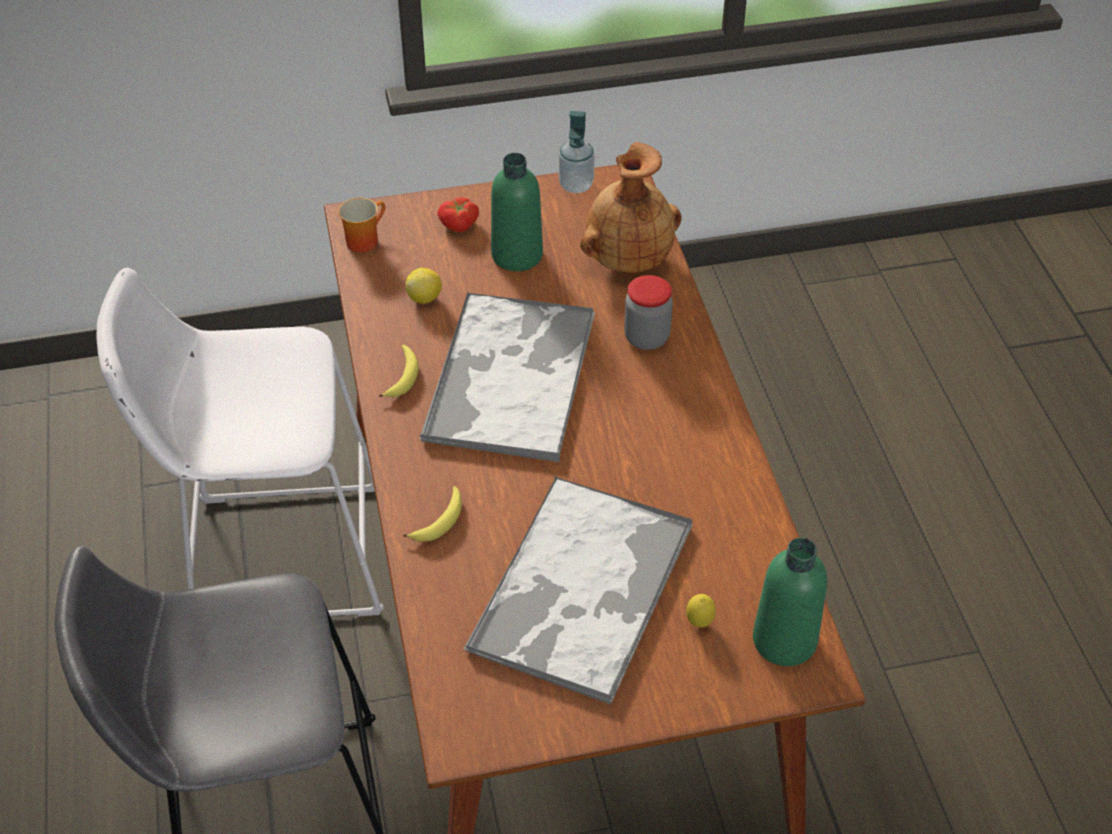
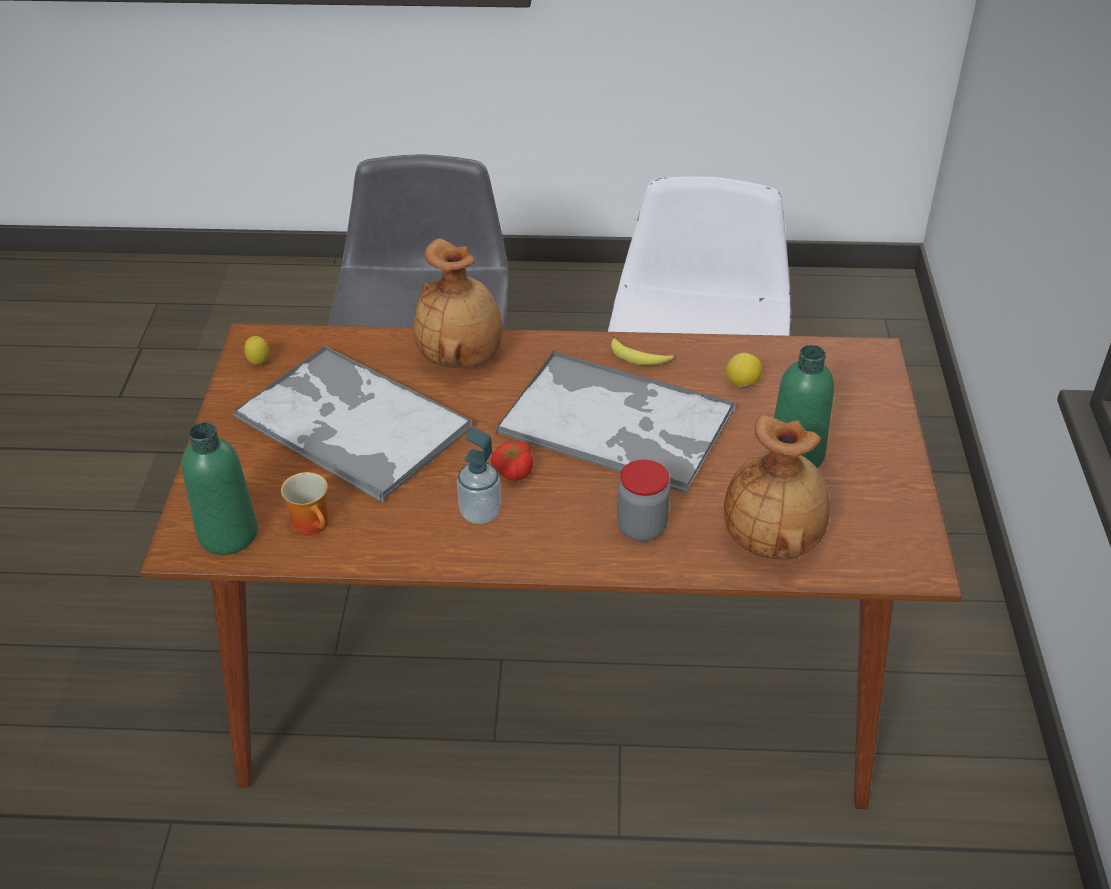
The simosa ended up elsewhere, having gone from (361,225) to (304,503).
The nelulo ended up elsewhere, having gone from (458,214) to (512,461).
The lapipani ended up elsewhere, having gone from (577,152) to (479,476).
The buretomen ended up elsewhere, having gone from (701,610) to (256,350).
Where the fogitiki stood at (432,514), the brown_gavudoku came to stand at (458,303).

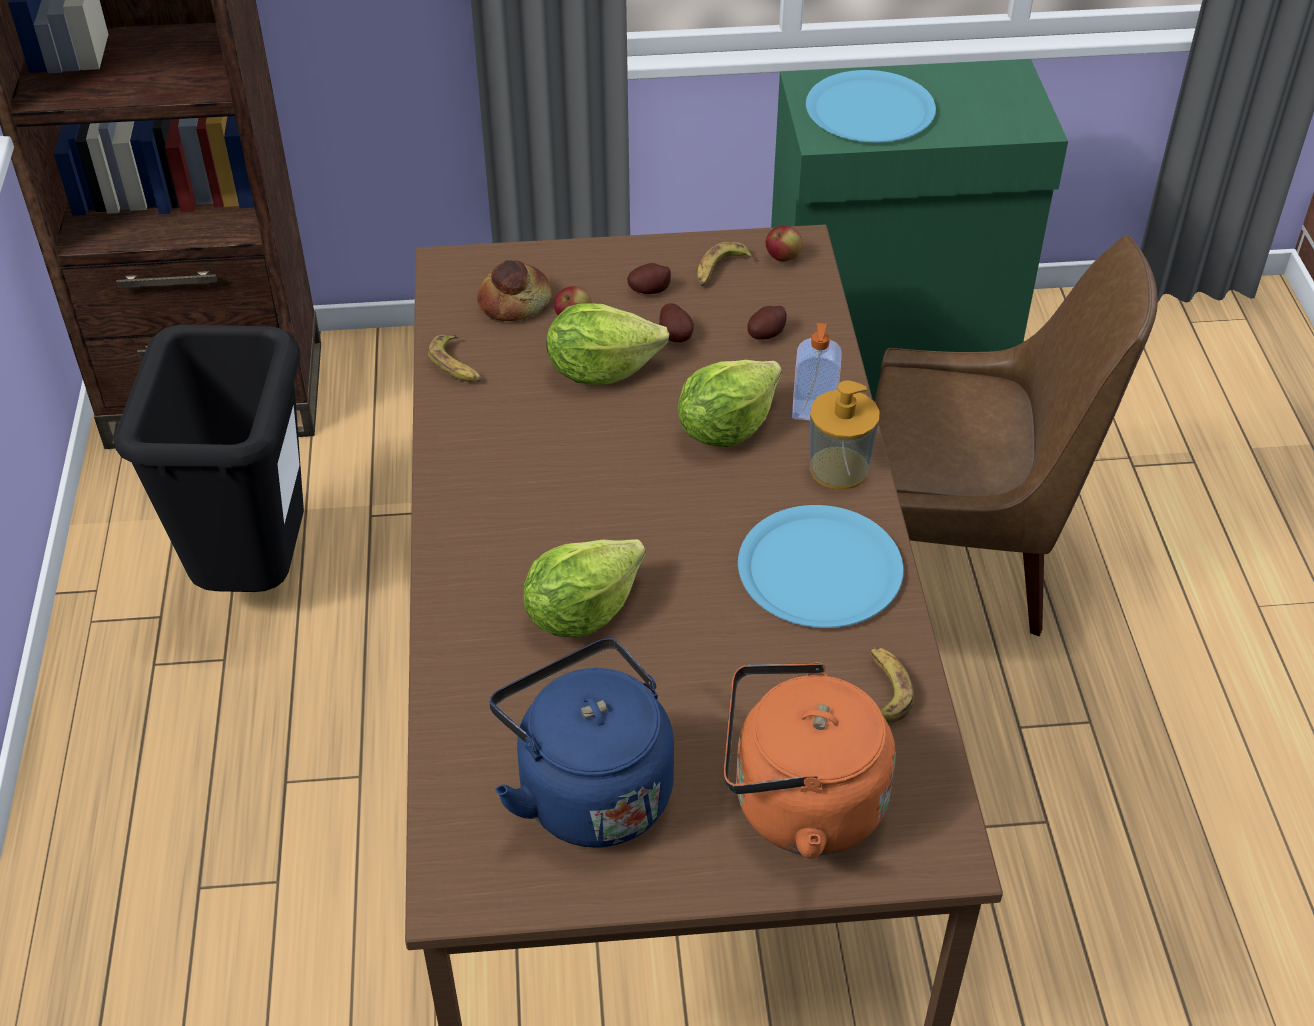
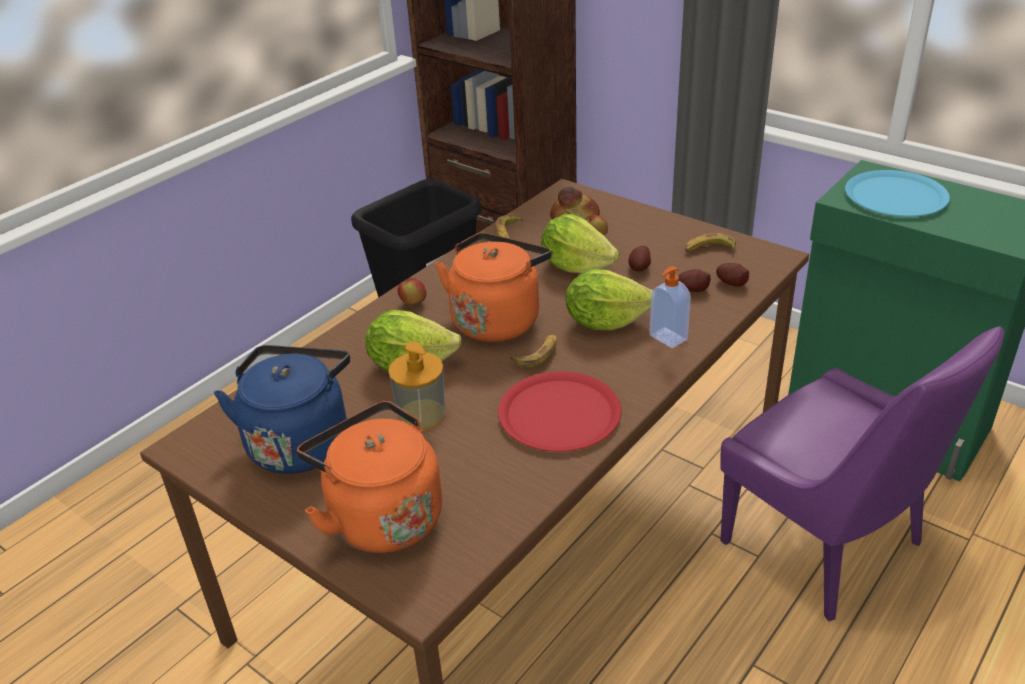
The second view gained the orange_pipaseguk at (494,287).
The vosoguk ended up elsewhere, having gone from (649,278) to (732,274).
The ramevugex ended up elsewhere, having gone from (784,244) to (412,291).
The lapipani ended up elsewhere, having gone from (845,435) to (416,386).
The fogitiki ended up elsewhere, having gone from (892,685) to (533,352).
What was the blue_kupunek at (821,566) turned into the red_kupunek at (559,411).
What was the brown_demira at (1016,436) turned into the purple_demira at (862,473).

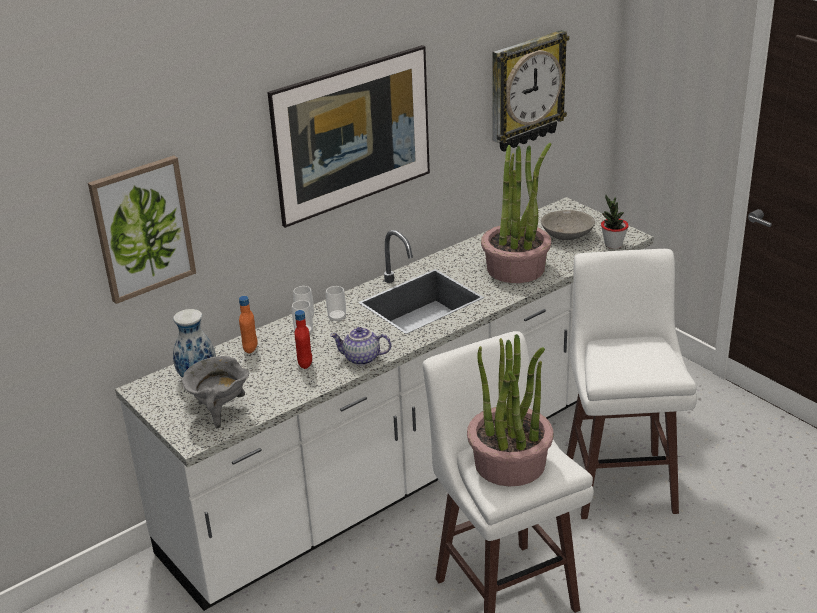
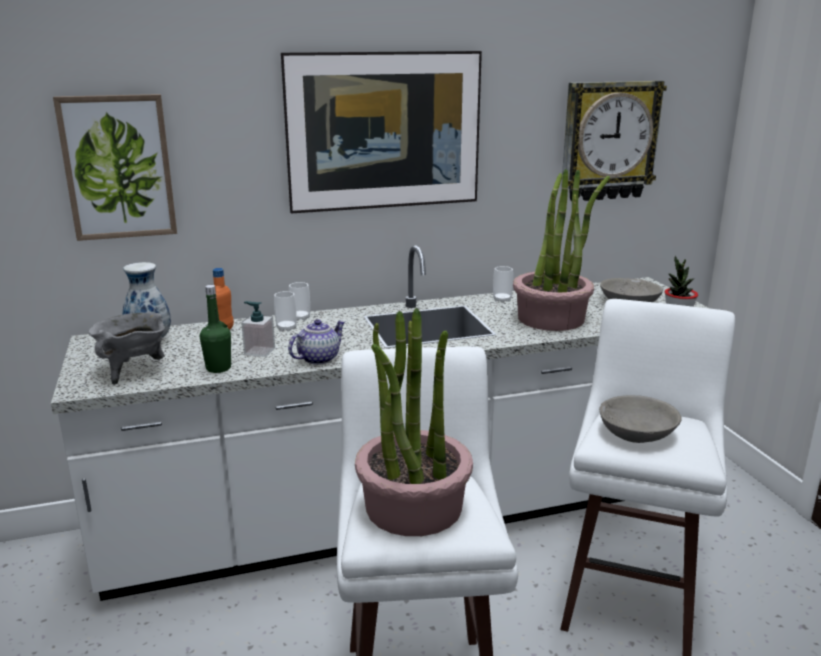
The second view gained the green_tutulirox at (215,329).
The second view gained the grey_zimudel at (640,419).
The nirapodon ended up elsewhere, having gone from (336,304) to (503,284).
Where the red_tutulirox stood at (303,339), the lapipani came to stand at (258,329).
The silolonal at (360,346) ended up facing another way, 105 degrees clockwise from before.

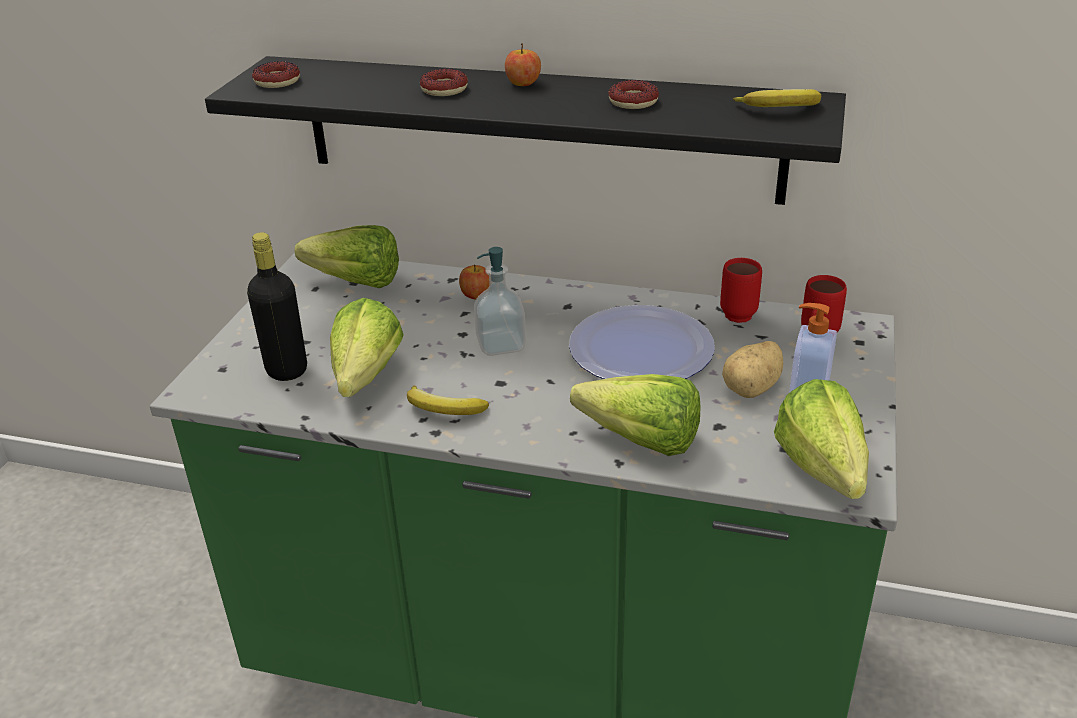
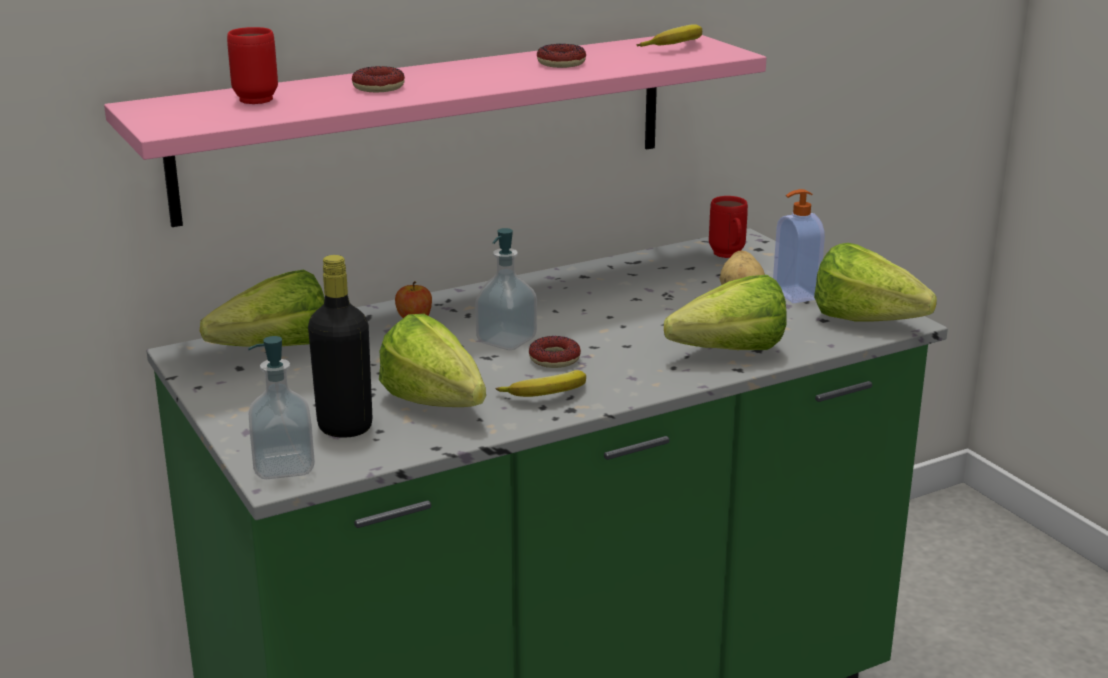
The second view lost the ramevugex at (523,64).
The second view lost the kupunek at (642,342).
The second view gained the lapipani at (281,407).
The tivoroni ended up elsewhere, having gone from (276,74) to (555,352).
The red_simosa ended up elsewhere, having gone from (741,290) to (252,65).
What was the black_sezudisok at (525,130) turned into the pink_sezudisok at (435,131).

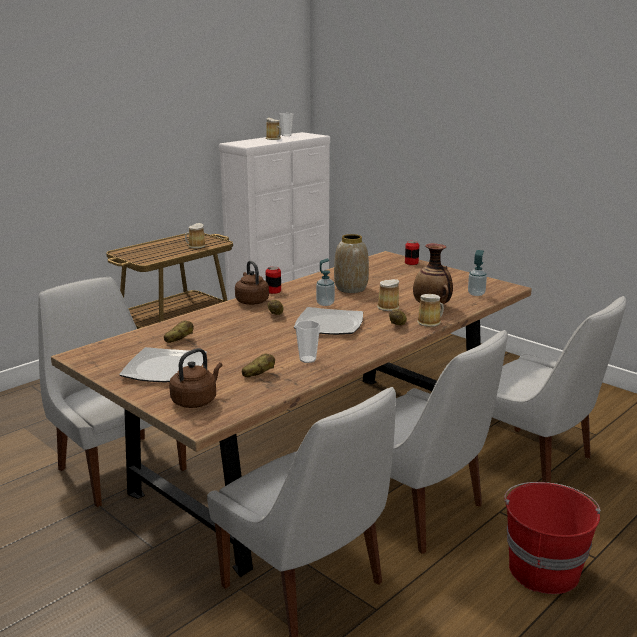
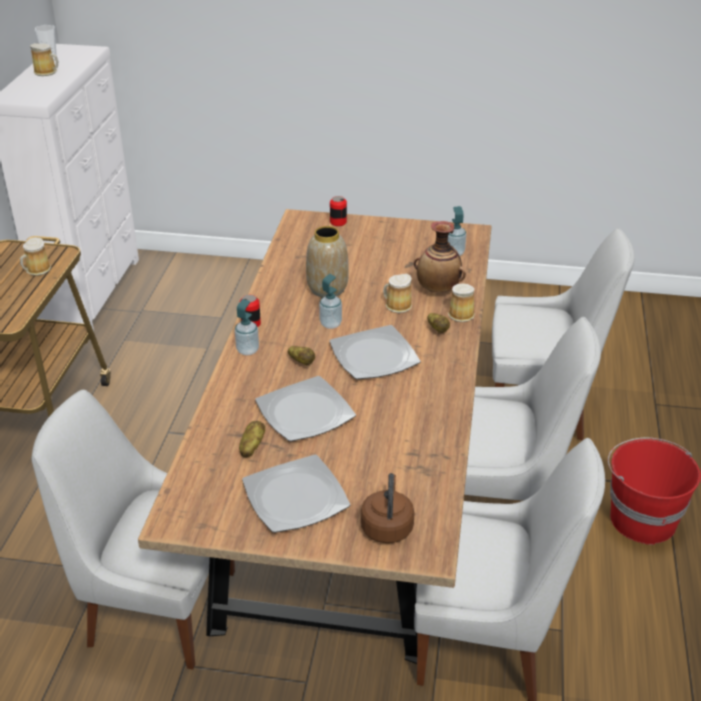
The second view lost the vosoguk at (258,365).
The second view lost the nirapodon at (307,341).
The second view gained the kupunek at (305,408).
Where the brown_pipaseguk stood at (252,282), the lapipani came to stand at (247,327).

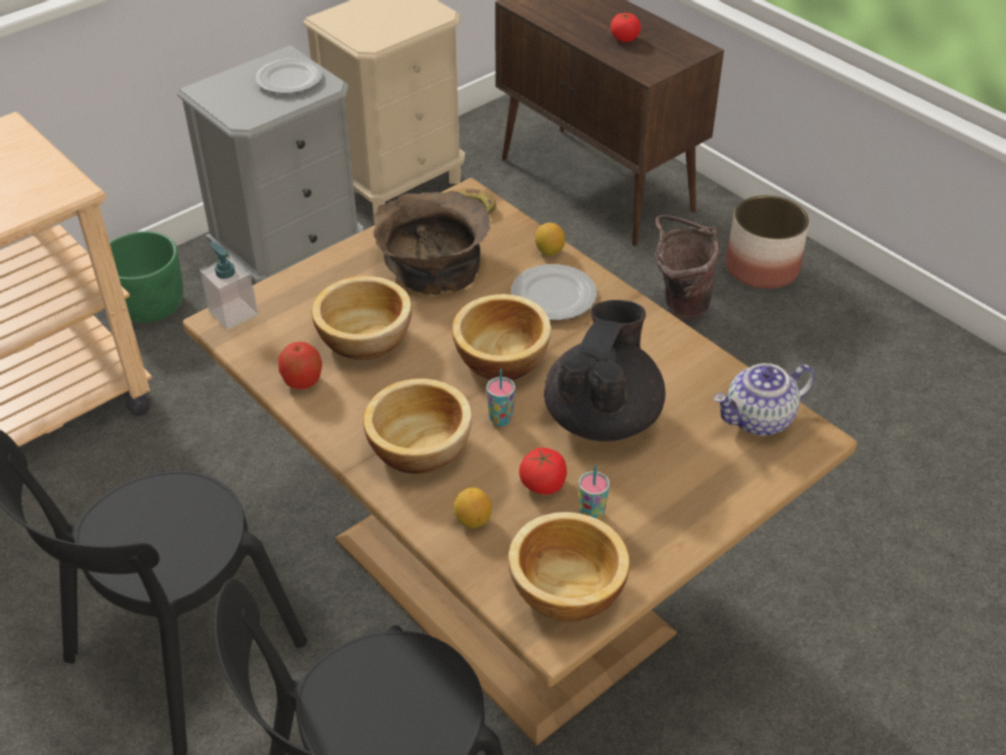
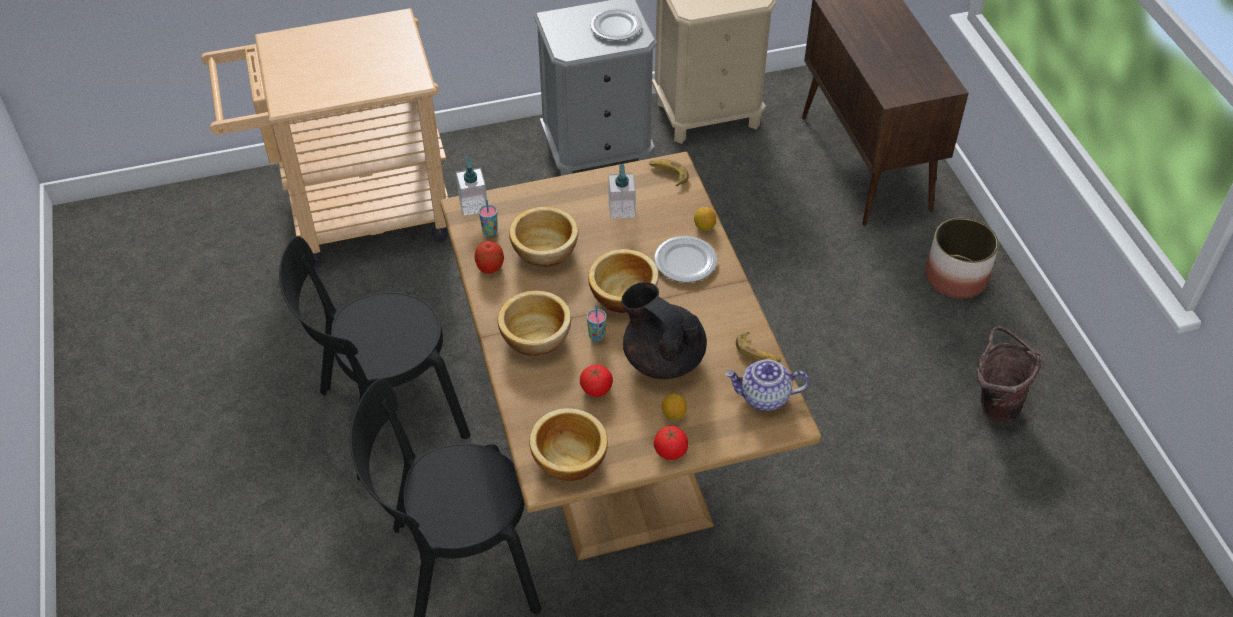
The second view lost the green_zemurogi at (146,277).
The second view gained the fogitiki at (758,347).
The buretomen ended up elsewhere, having gone from (473,507) to (674,406).
The nirapodon ended up elsewhere, having gone from (594,492) to (488,218).
The nelulo ended up elsewhere, having gone from (626,27) to (671,443).
The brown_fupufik ended up elsewhere, having gone from (687,267) to (1009,375).
Where the brown_zimudel stood at (431,243), the lapipani came to stand at (622,191).
The black_silolonal at (604,370) ended up facing another way, 90 degrees counterclockwise from before.

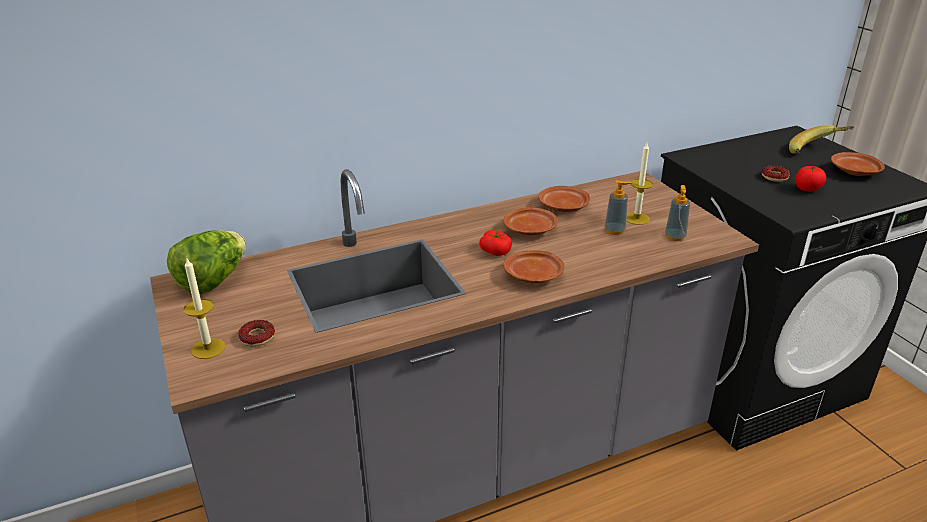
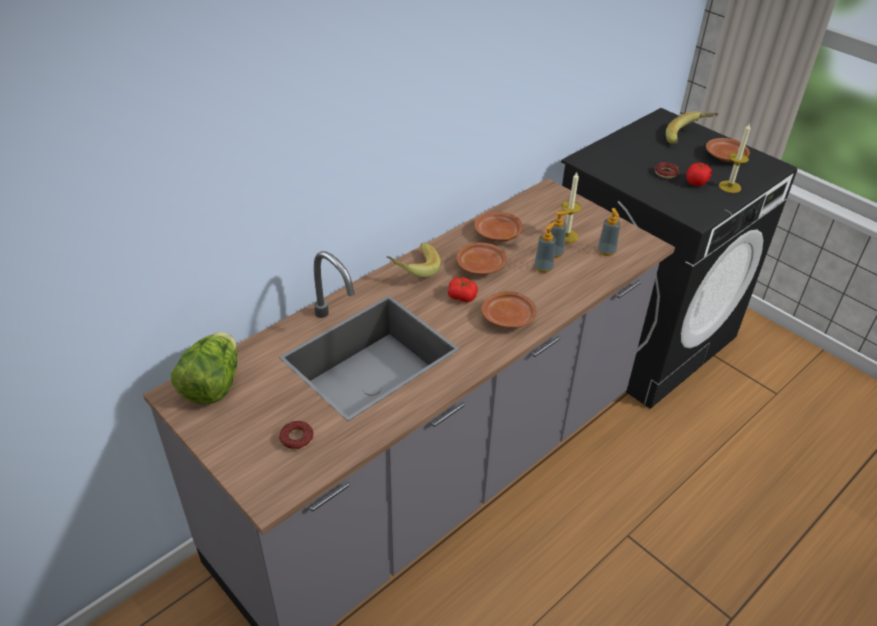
The second view gained the fogitiki at (414,260).
The second view gained the lapipani at (545,247).
The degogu ended up elsewhere, having gone from (204,308) to (735,158).

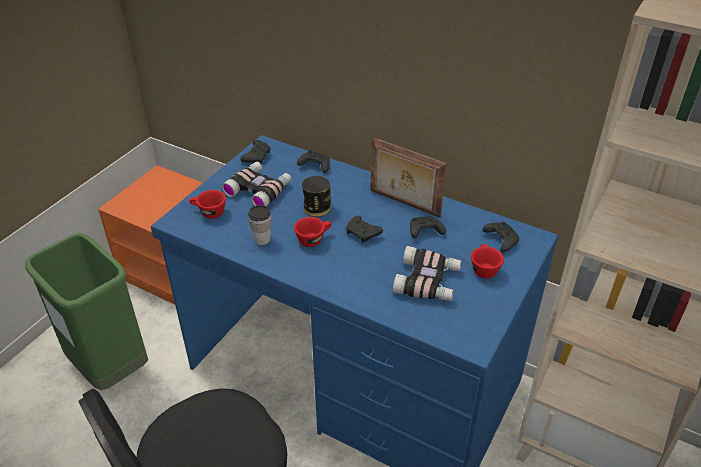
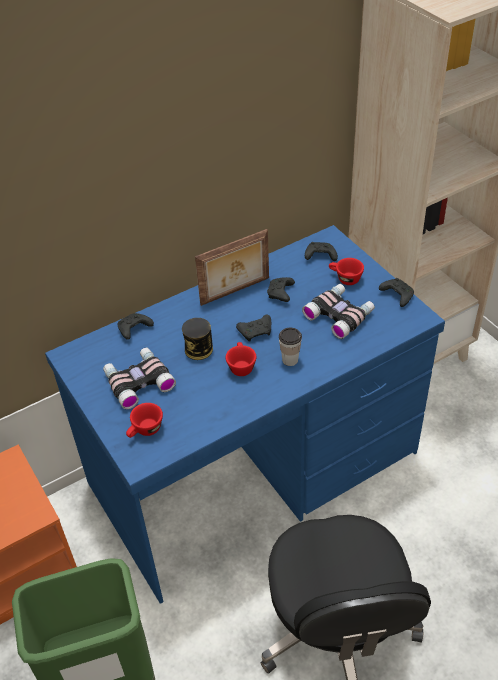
The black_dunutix ended up elsewhere, having gone from (255,152) to (396,292).
The nirapodon ended up elsewhere, having gone from (259,225) to (290,347).

